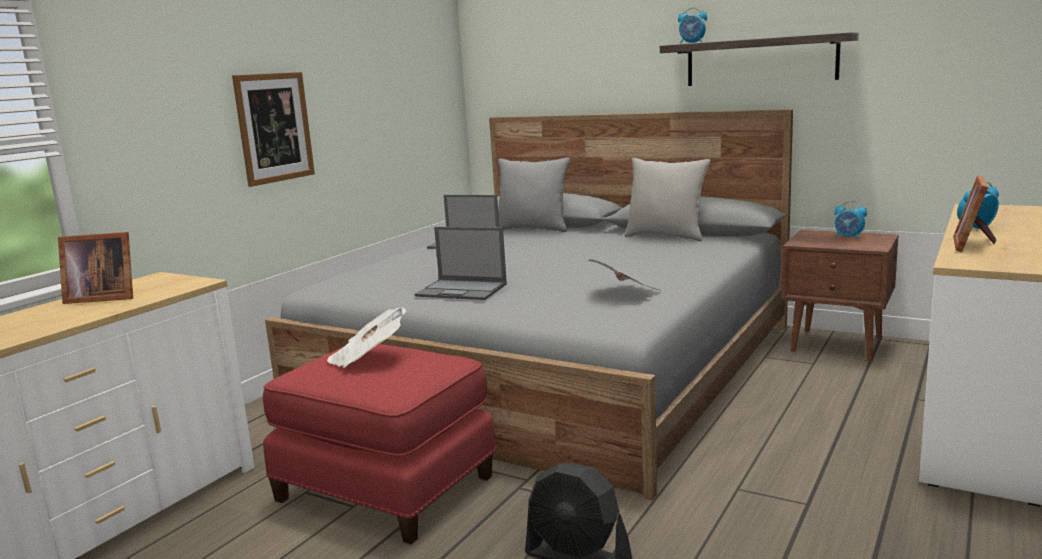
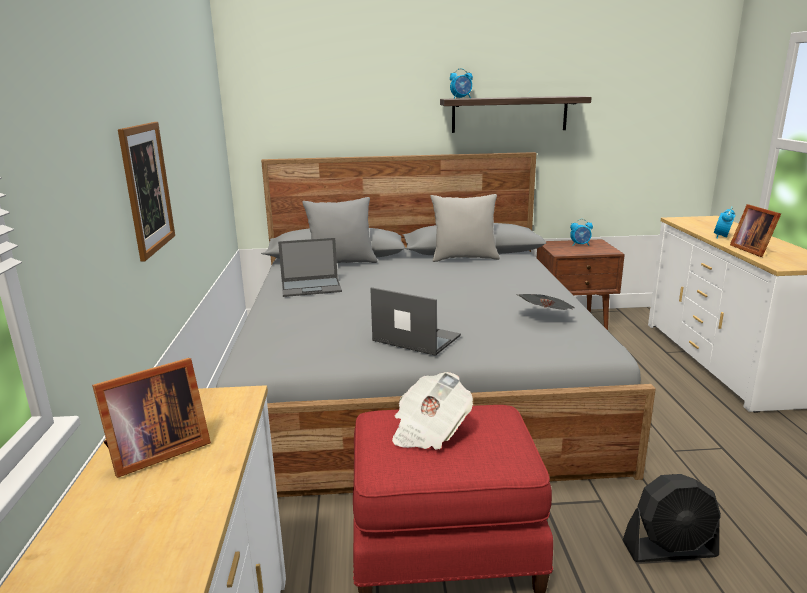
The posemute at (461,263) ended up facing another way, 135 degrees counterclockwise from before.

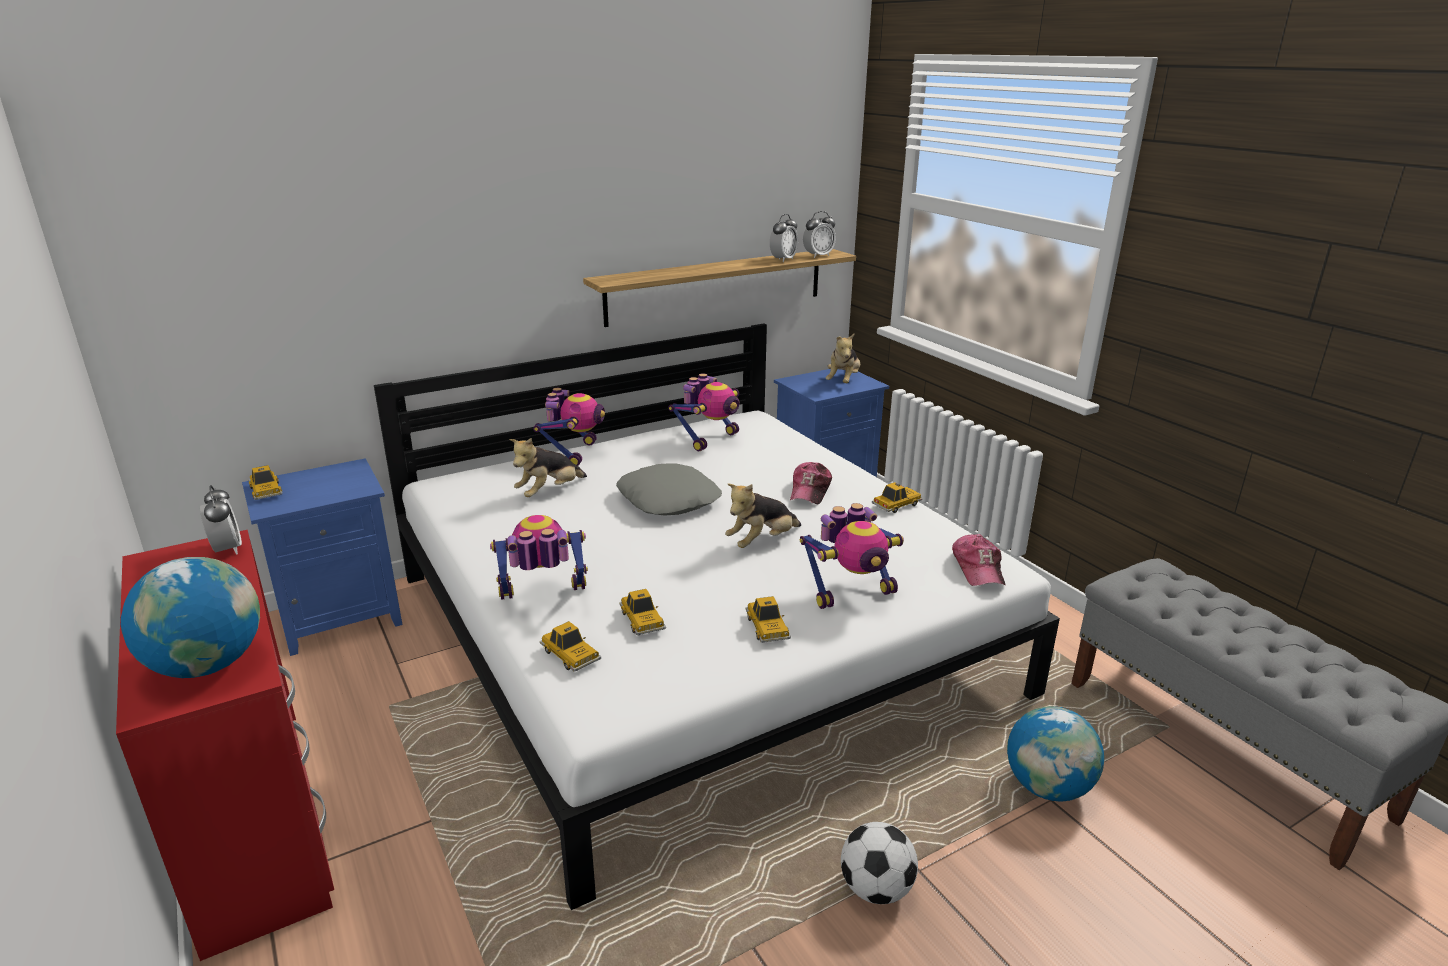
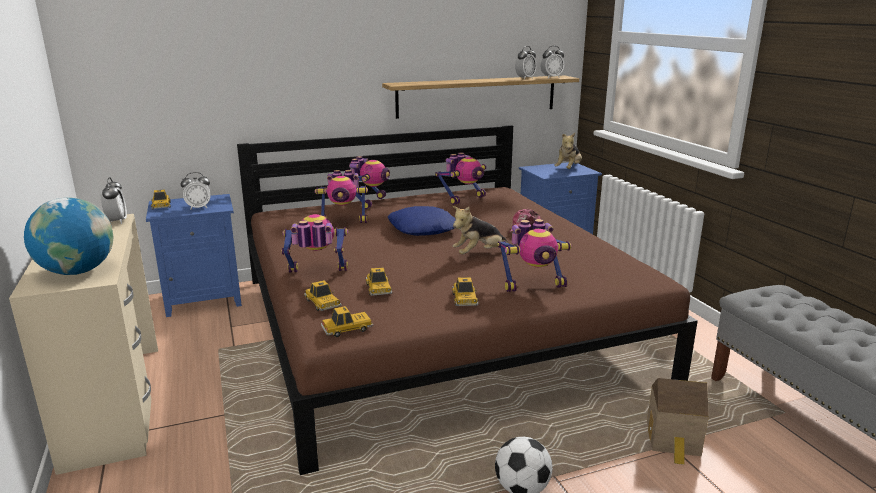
The second view lost the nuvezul at (978,560).
The second view gained the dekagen at (196,191).
The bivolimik ended up elsewhere, having gone from (897,497) to (347,321).
Where the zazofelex stood at (548,467), the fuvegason came to stand at (341,196).
Where the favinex stood at (1055,754), the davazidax came to stand at (678,421).
What was the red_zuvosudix at (225,745) turned into the beige_zuvosudix at (83,344).
What was the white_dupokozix at (717,617) turned into the brown_dupokozix at (467,300).
What was the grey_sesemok at (669,489) turned into the blue_sesemok at (422,221).

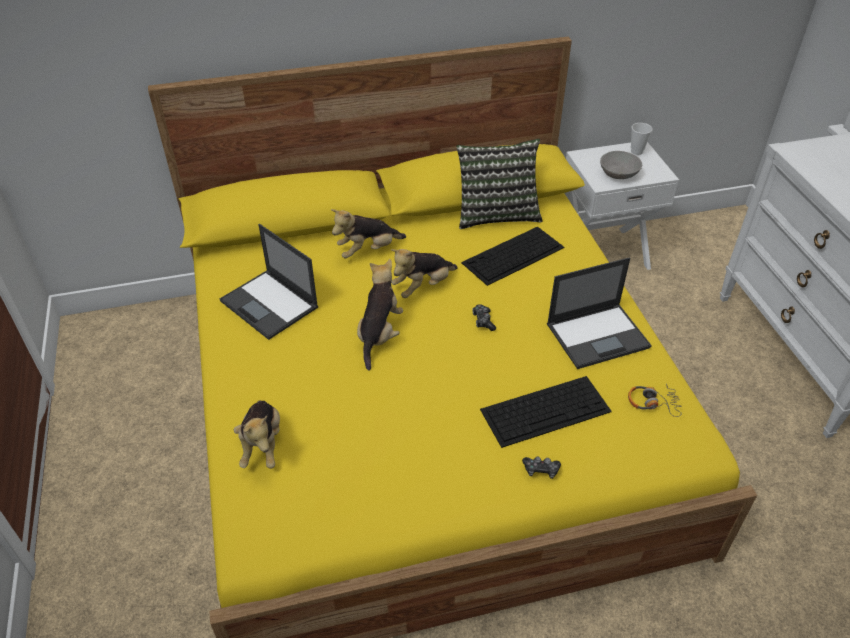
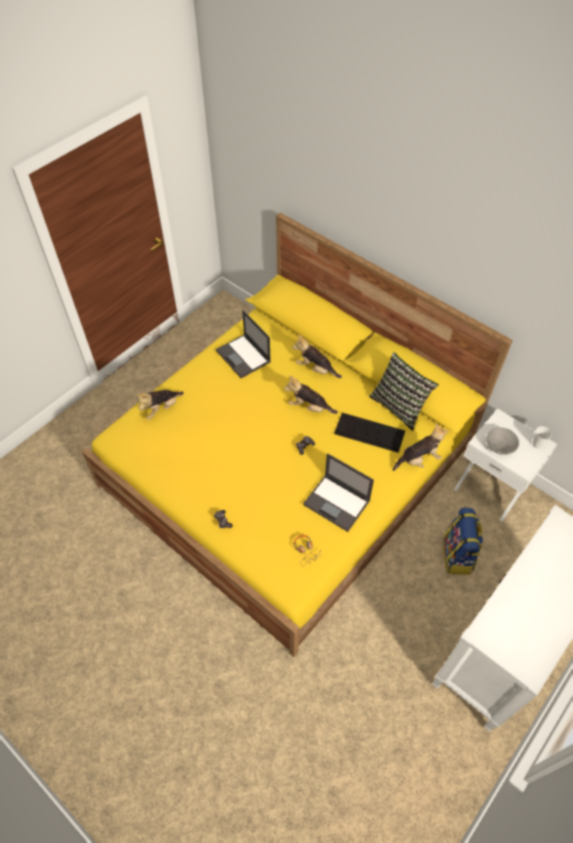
The second view lost the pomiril at (546,412).
The second view gained the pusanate at (463,541).
The zazofelex ended up elsewhere, having gone from (380,315) to (421,447).
The posemute at (269,282) ended up facing another way, 45 degrees counterclockwise from before.

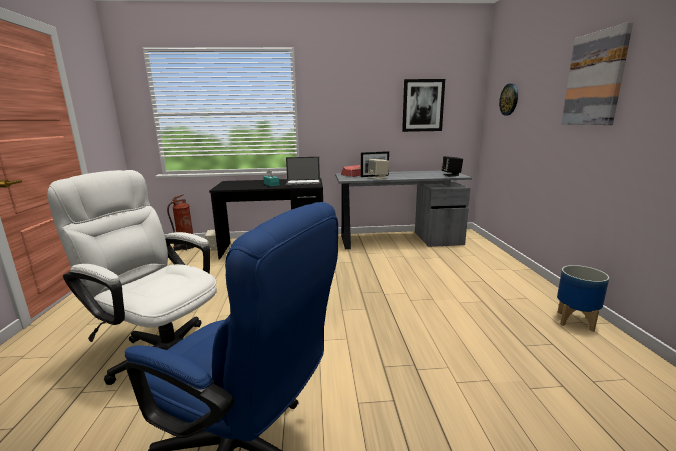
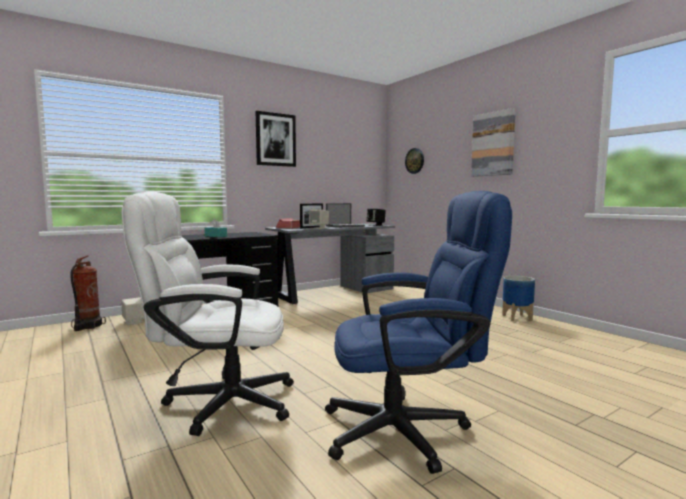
The posemute ended up elsewhere, having gone from (303,172) to (345,215).
The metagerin ended up elsewhere, having gone from (423,105) to (276,139).

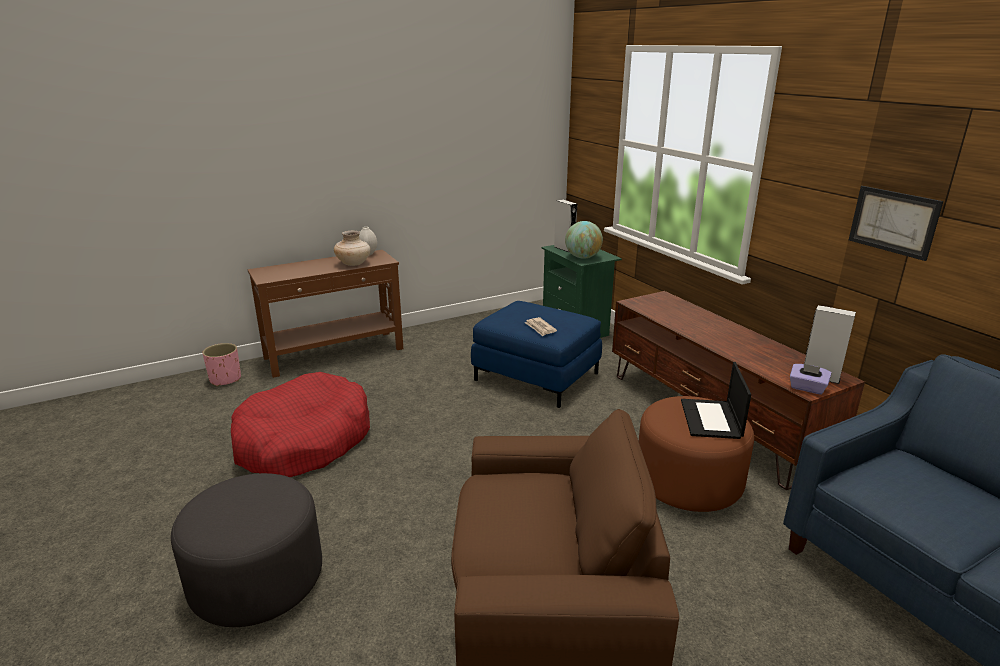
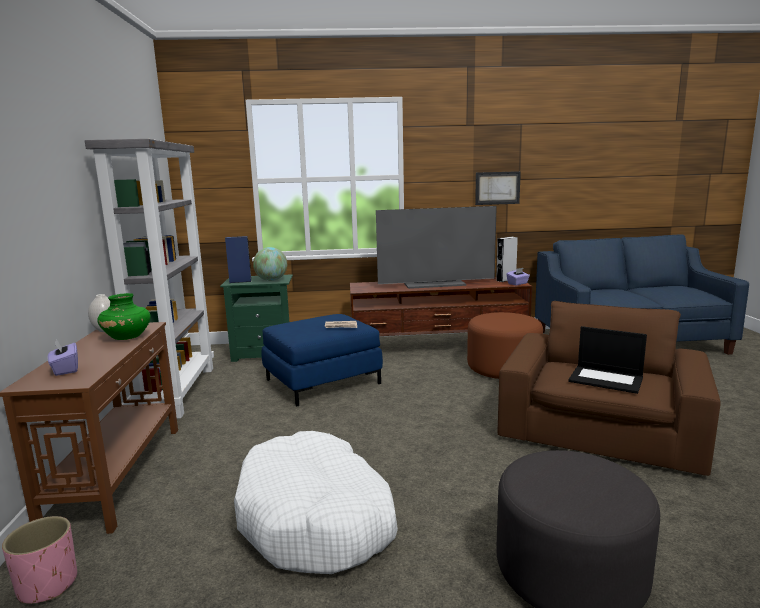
The second view gained the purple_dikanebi at (63,357).
The second view gained the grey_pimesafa at (149,279).
The second view gained the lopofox at (436,247).
The posemute ended up elsewhere, having gone from (716,400) to (607,360).
What was the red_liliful at (300,424) turned into the white_liliful at (316,502).
What was the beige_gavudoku at (352,248) turned into the green_gavudoku at (123,316).
What was the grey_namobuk at (565,225) turned into the blue_namobuk at (238,259).

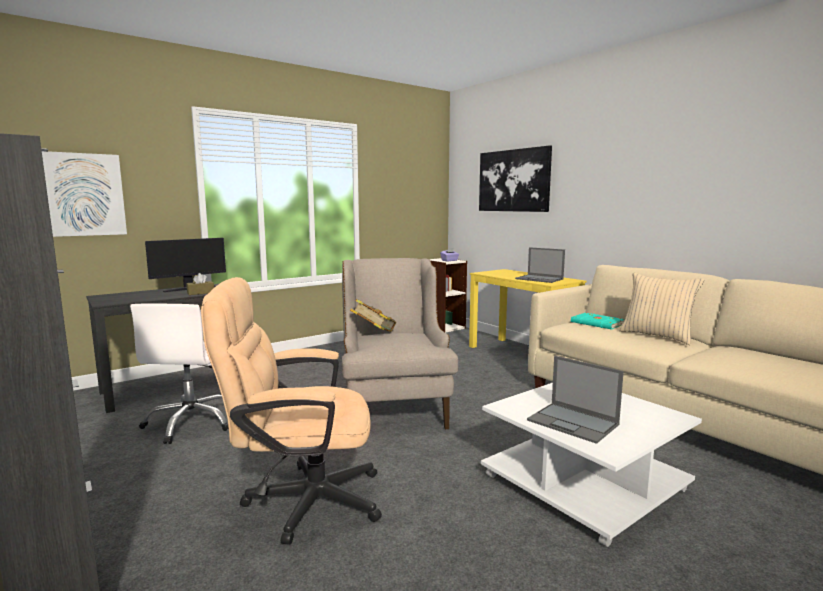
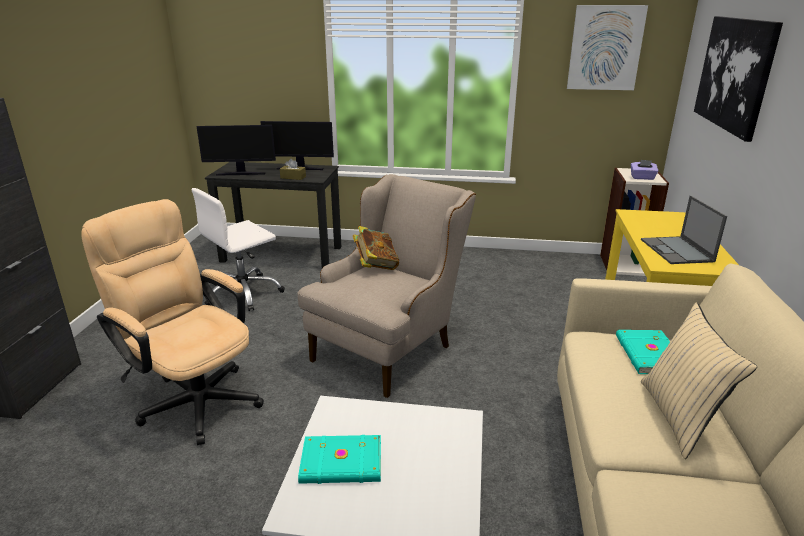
The second view gained the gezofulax at (236,150).
The metagerin ended up elsewhere, having gone from (84,194) to (607,47).
Where the posemute stood at (575,400), the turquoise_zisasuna came to stand at (339,459).

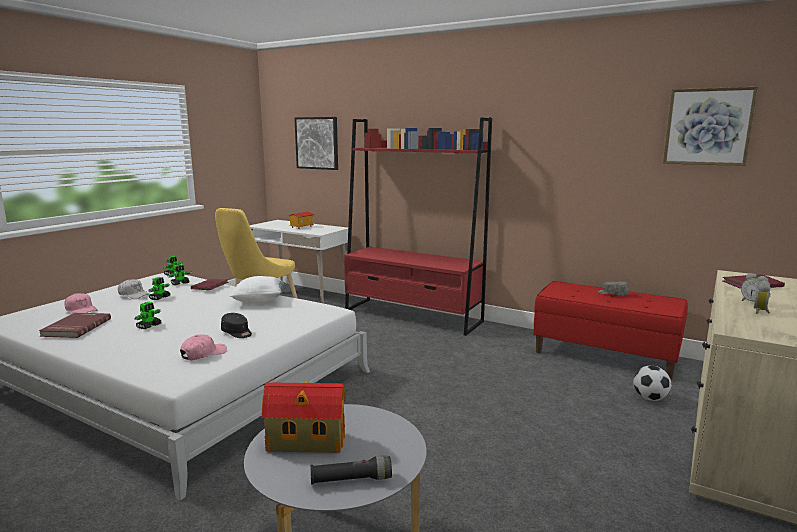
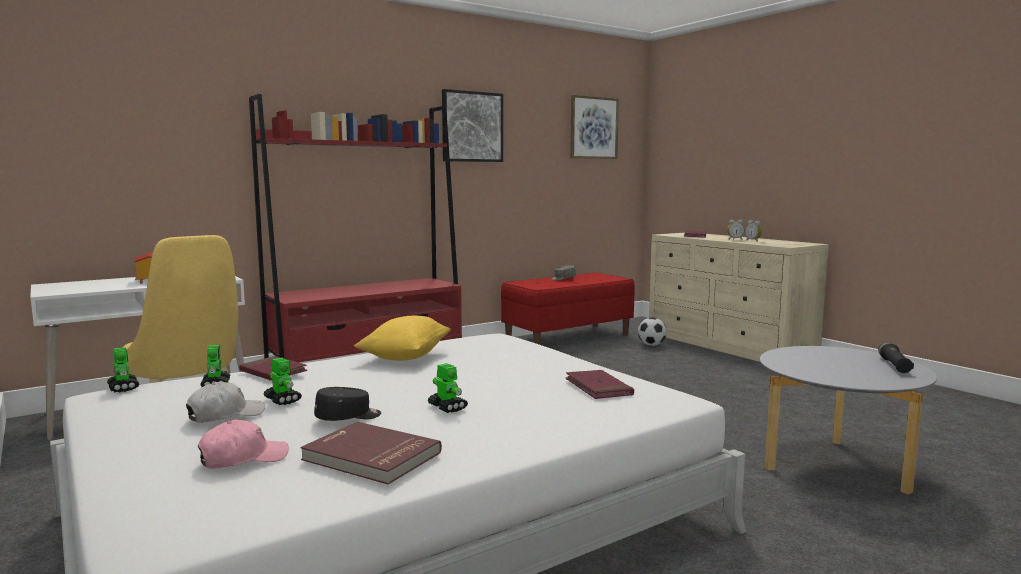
The second view lost the davazidax at (304,417).
The black_nuvezul ended up elsewhere, having gone from (236,325) to (347,404).
The metagerin ended up elsewhere, having gone from (316,143) to (472,125).
Where the pink_nuvezul stood at (203,347), the red_zisasuna came to stand at (600,384).
What was the white_sesemok at (258,290) turned into the yellow_sesemok at (402,338).

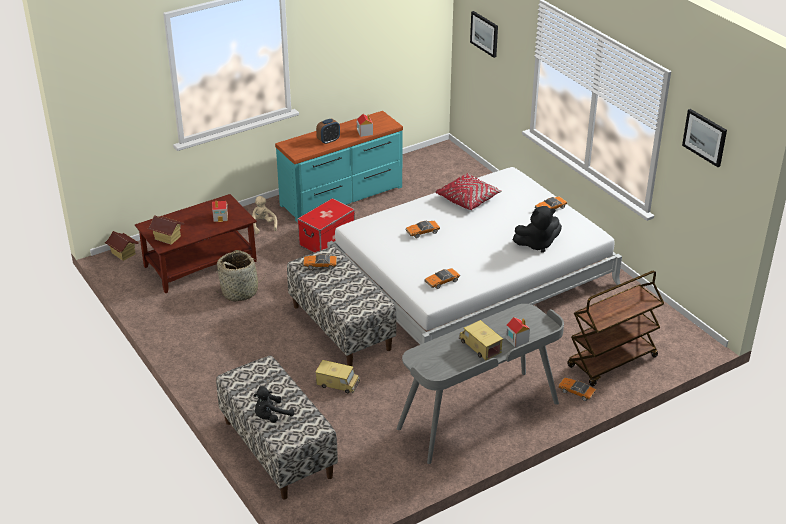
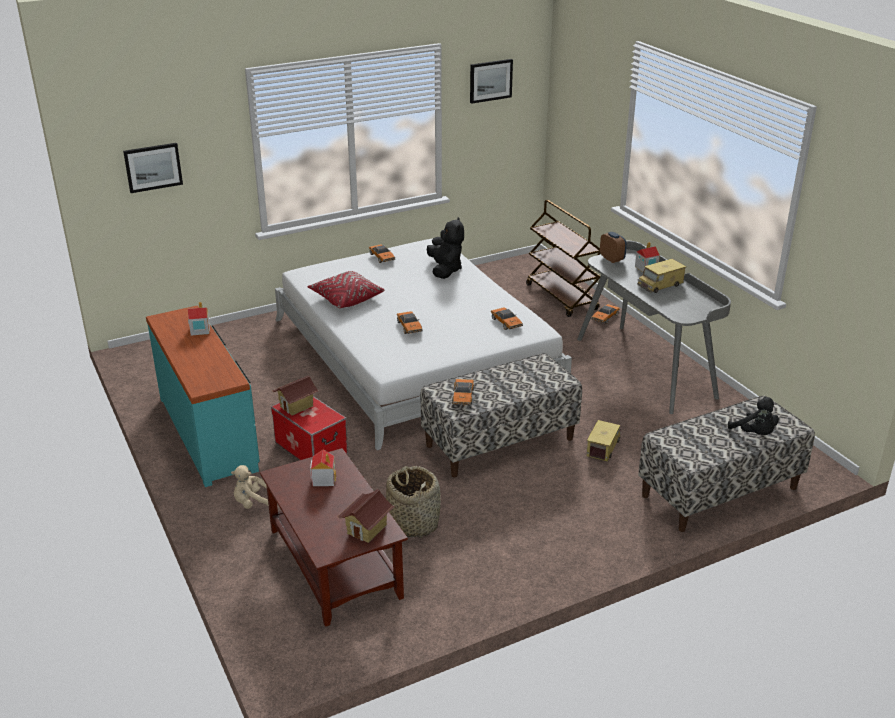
The davazidax ended up elsewhere, having gone from (121,246) to (295,395).
The dekagen ended up elsewhere, having gone from (328,131) to (613,247).

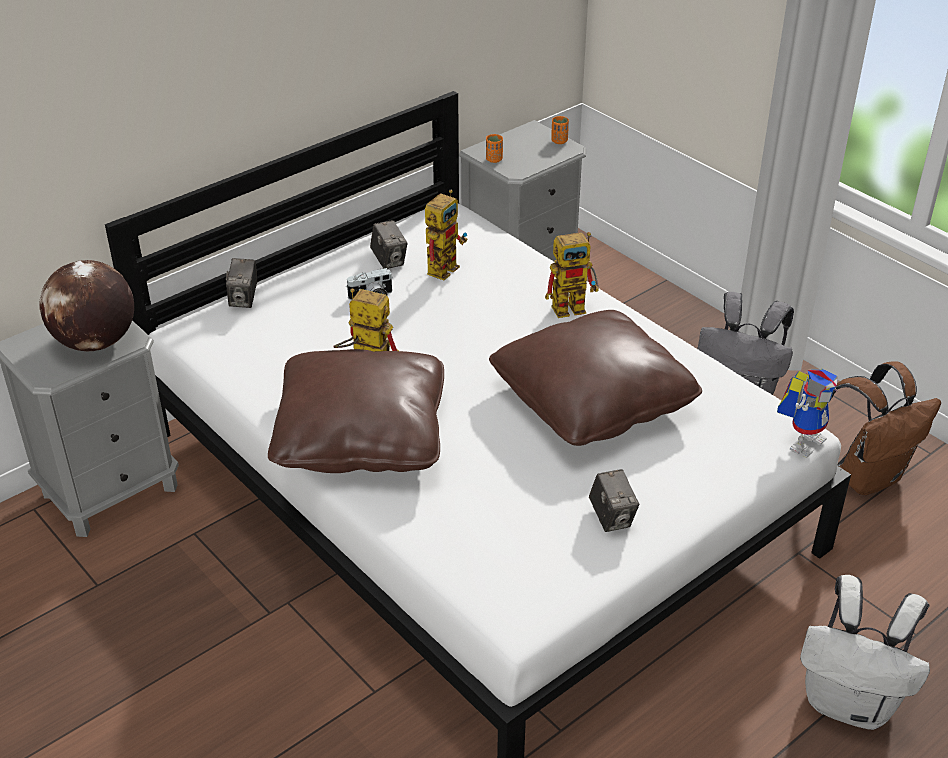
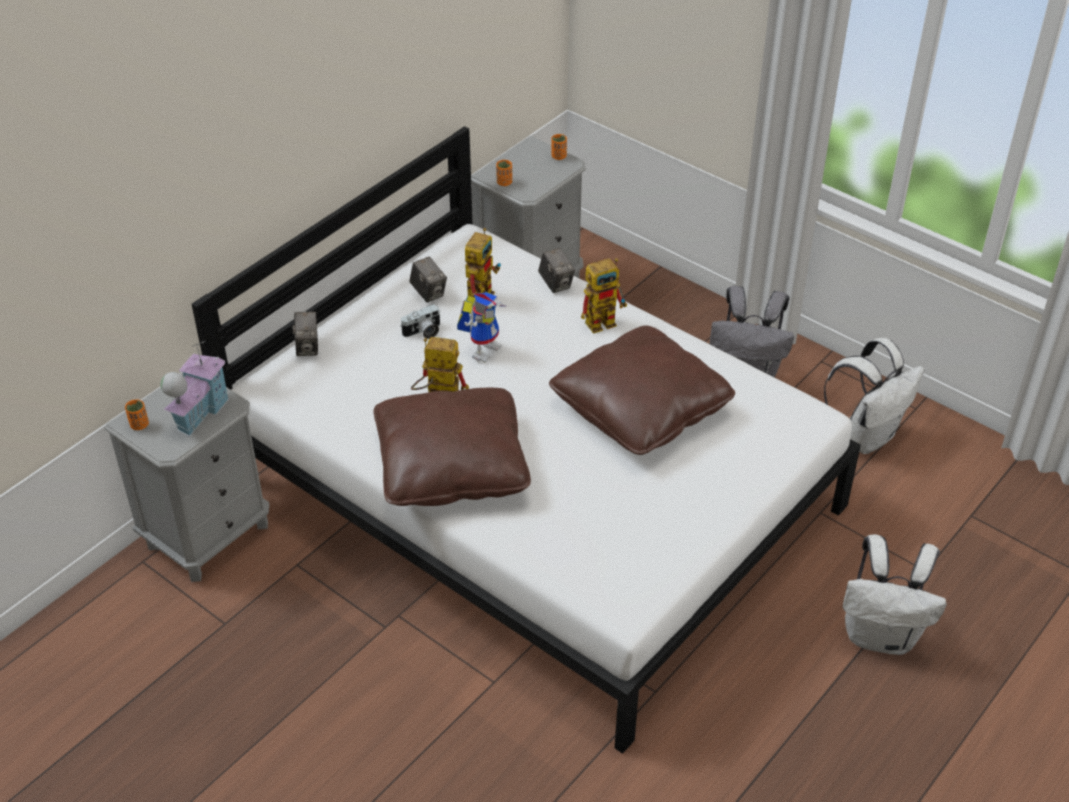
The second view gained the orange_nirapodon at (137,415).
The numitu ended up elsewhere, having gone from (614,500) to (556,270).
The fuvegason ended up elsewhere, having gone from (807,413) to (482,327).
Where the favinex stood at (86,305), the davazidax came to stand at (195,389).
What was the brown_pusanate at (886,428) turned into the white_pusanate at (874,396).

